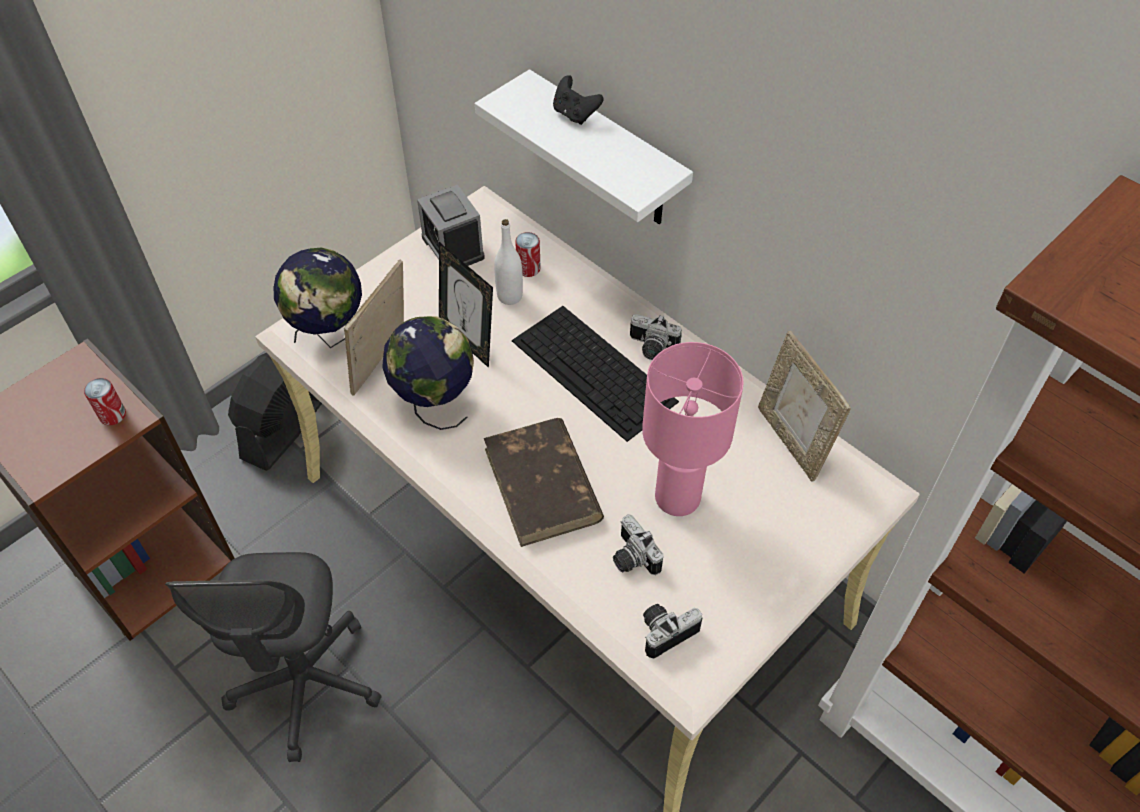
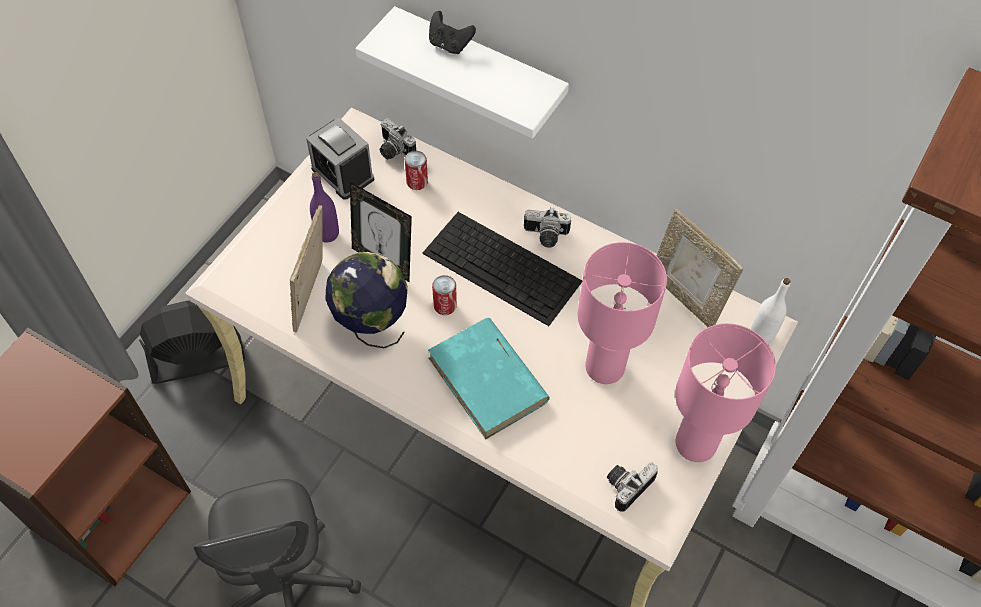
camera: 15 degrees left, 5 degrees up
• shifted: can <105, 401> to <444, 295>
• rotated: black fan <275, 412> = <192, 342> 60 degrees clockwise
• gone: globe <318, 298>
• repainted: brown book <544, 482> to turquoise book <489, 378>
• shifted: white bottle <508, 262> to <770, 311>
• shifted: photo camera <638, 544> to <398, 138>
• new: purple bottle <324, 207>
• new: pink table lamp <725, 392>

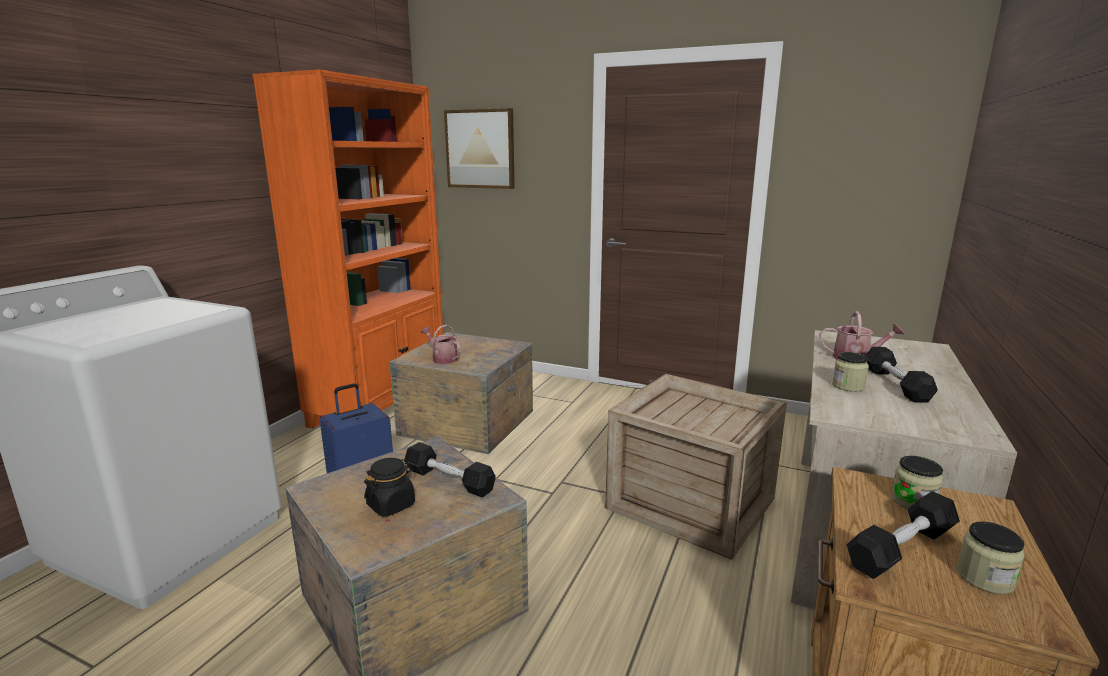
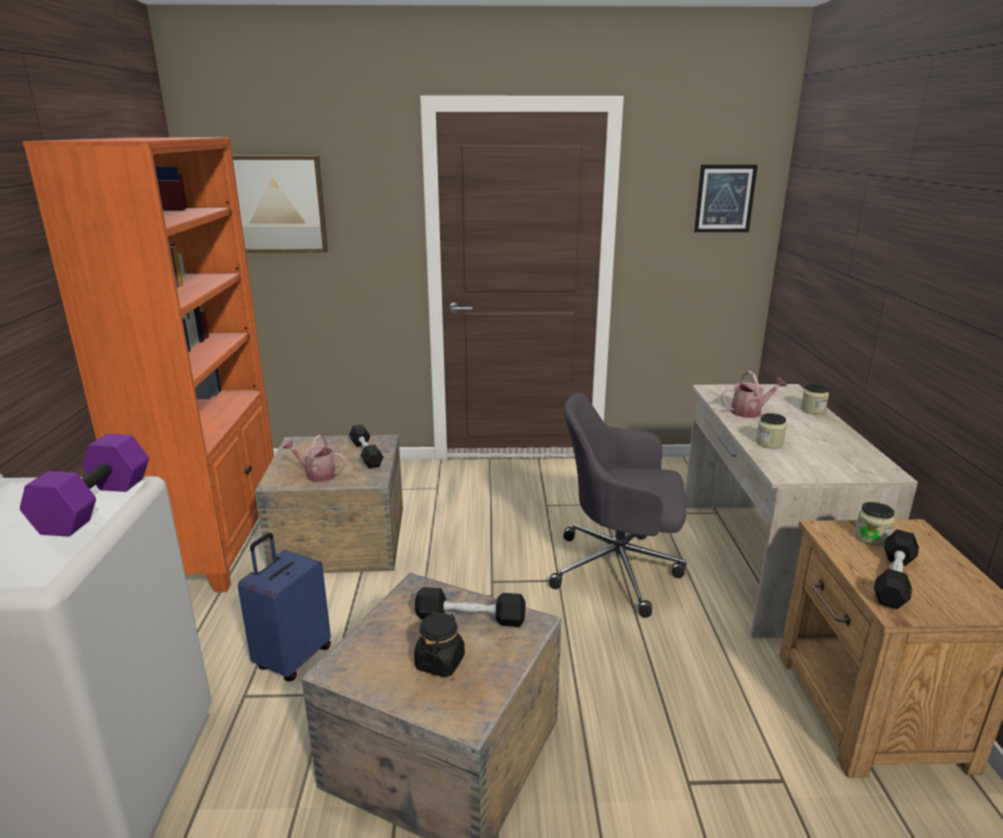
camera: 25 degrees left, 5 degrees up
• swapped: crate <696, 467> to grey office chair <618, 505>
• shifted: black dumbbell <902, 375> to <366, 447>
• shifted: jar <991, 558> to <815, 398>
• new: purple dumbbell <84, 485>
• new: picture <726, 198>

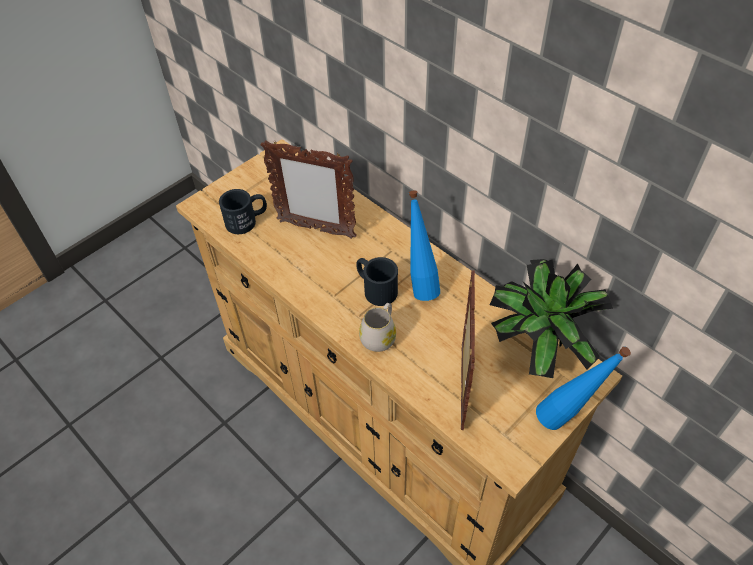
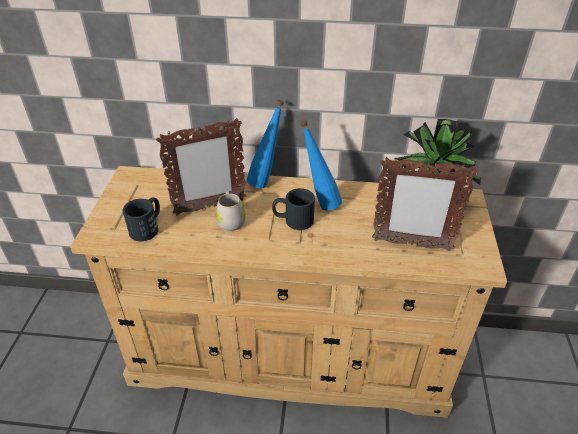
camera: 40 degrees left, 10 degrees down
• shifted: white mug <377, 327> to <230, 211>
• rotated: picture frame <468, 350> = <425, 204> 135 degrees clockwise
• shifted: blue bottle <583, 388> to <265, 144>

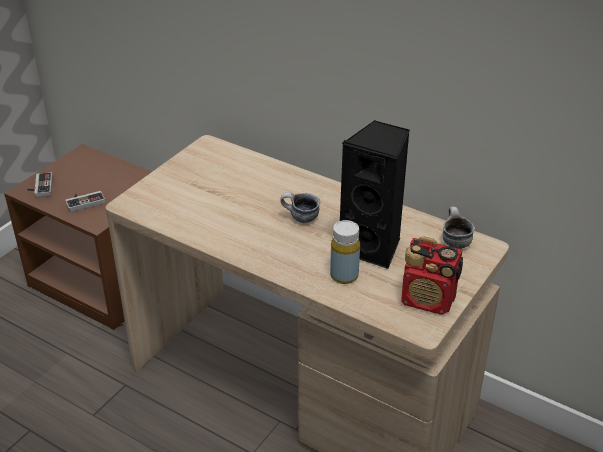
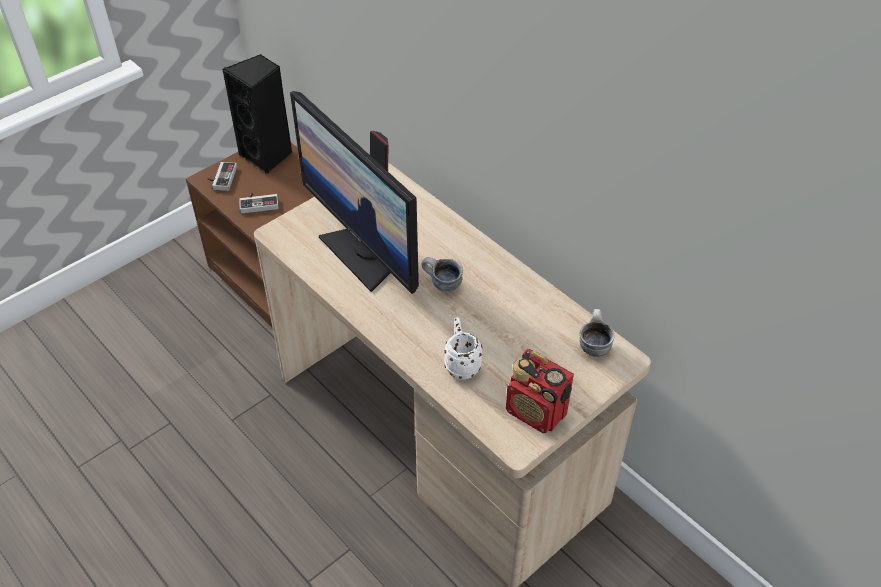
camera: 15 degrees right, 10 degrees up
• swapped: yellow bottle <345, 252> to white mug <463, 348>
• shifted: black speaker <374, 195> to <257, 114>
• new: monitor <354, 192>

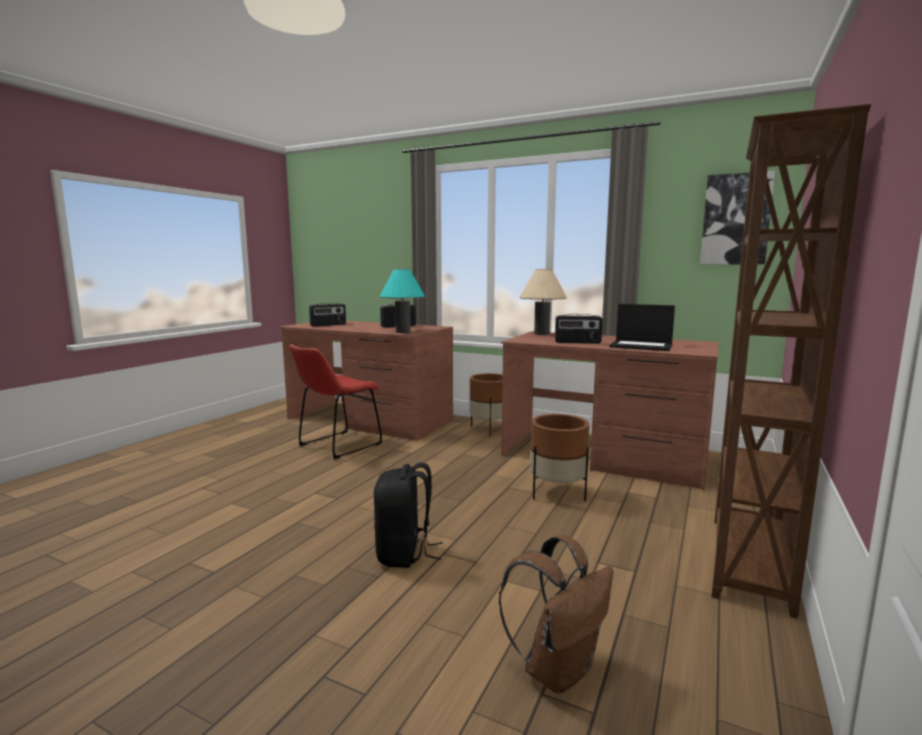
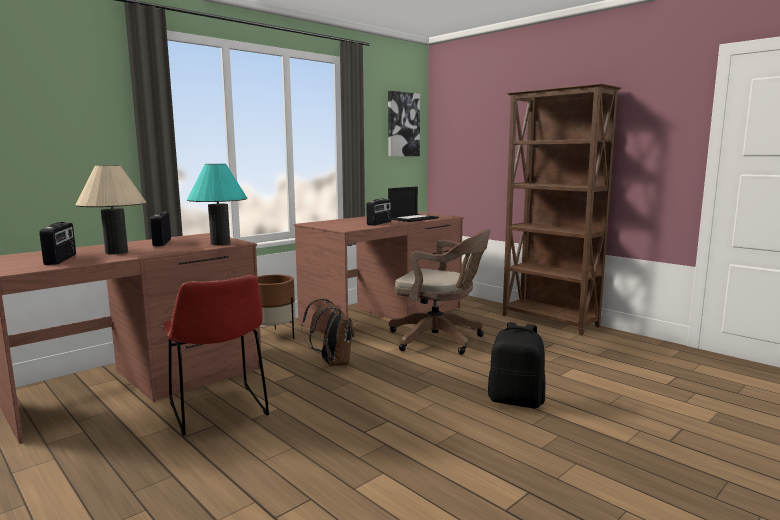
camera: 70 degrees left, 0 degrees up
• shifted: brown backpack <556, 614> to <328, 332>
• shifted: beige table lamp <543, 302> to <110, 209>
• swapped: brown planter <559, 457> to brown office chair <440, 292>

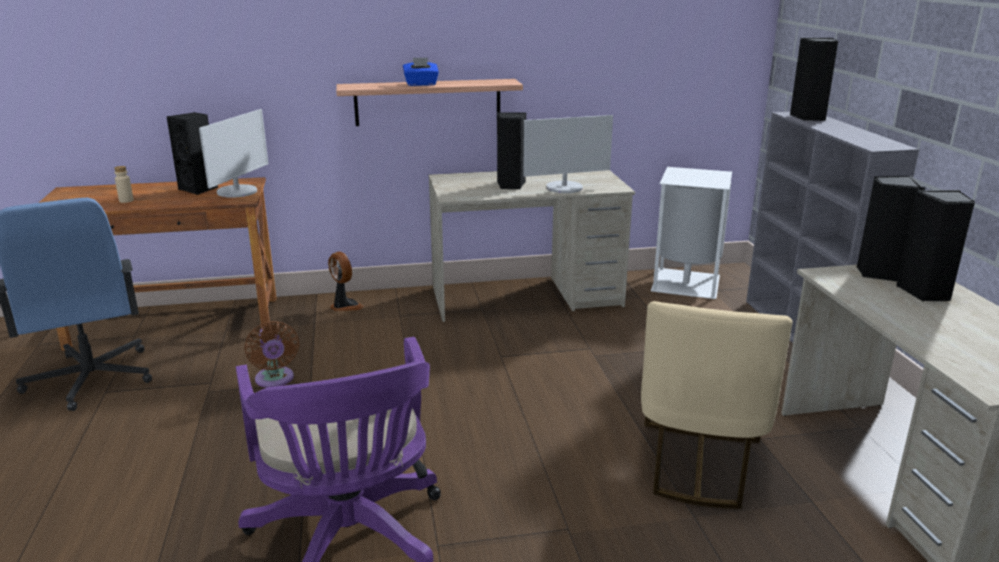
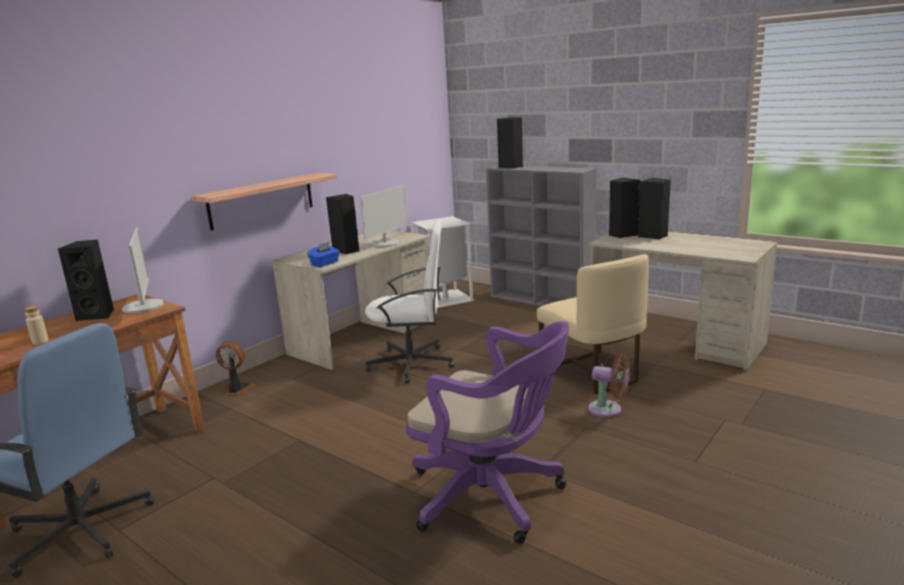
camera: 40 degrees left, 5 degrees down
• shifted: brown fan <271, 354> to <609, 386>
• shifted: blue tissue box <420, 71> to <323, 254>
• new: white office chair <410, 301>

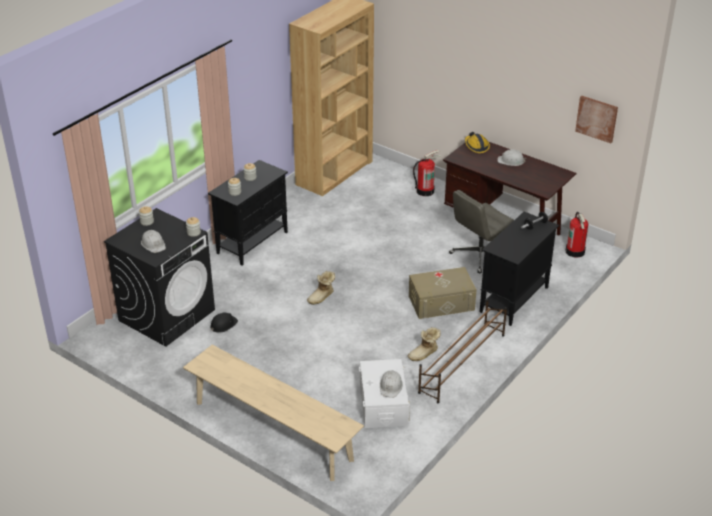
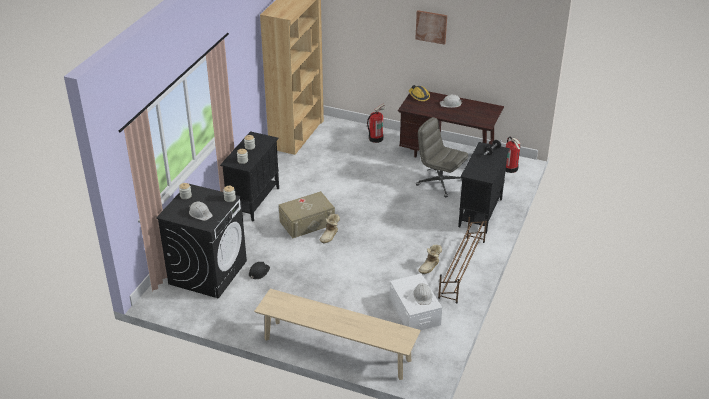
camera: 15 degrees left, 0 degrees up
• shifted: beige storage box <443, 293> to <307, 214>
• rotated: grey office chair <481, 232> = <442, 157> 90 degrees clockwise
• shifted: picture <596, 119> to <431, 27>

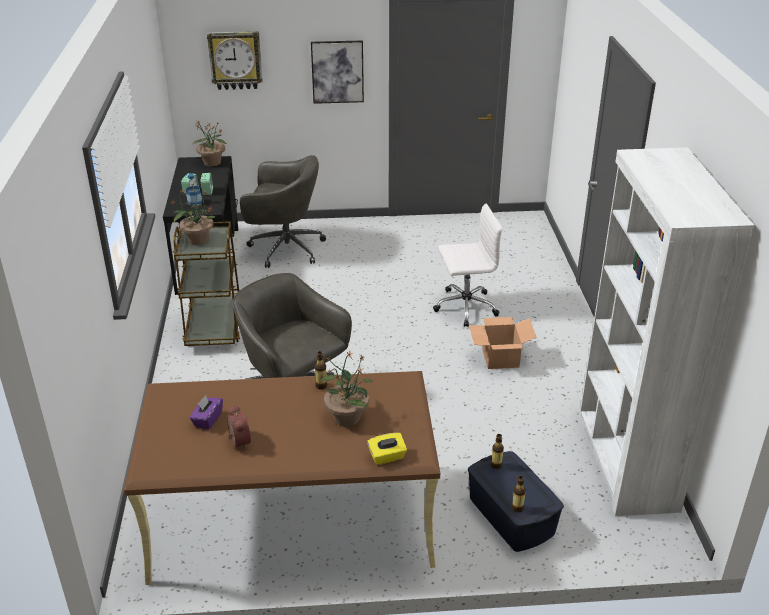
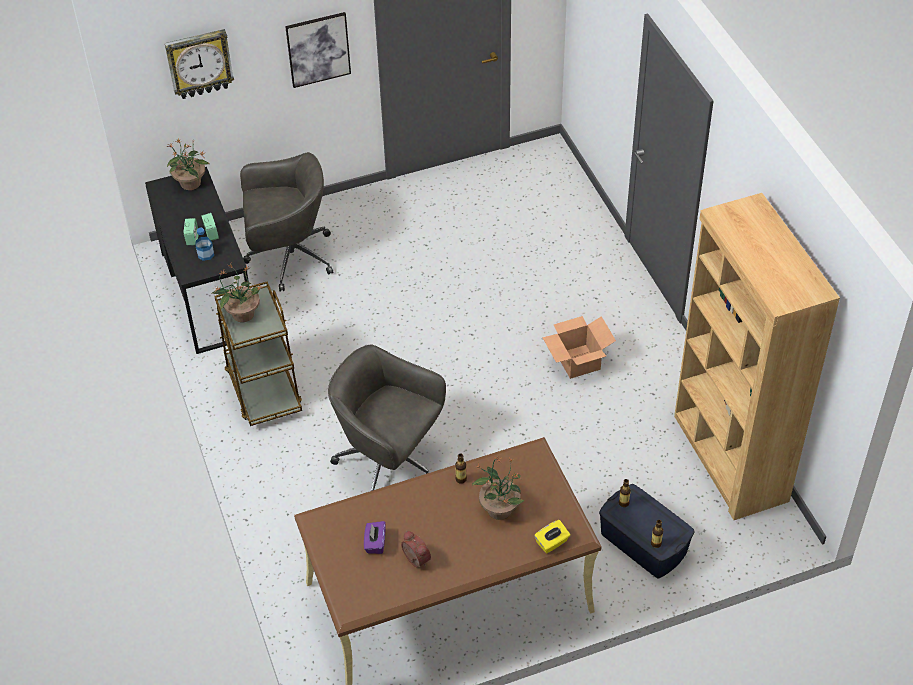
camera: 15 degrees left, 15 degrees up
• gone: white office chair <468, 265>
• repainted: white bookcase <667, 331> to brown bookcase <757, 356>

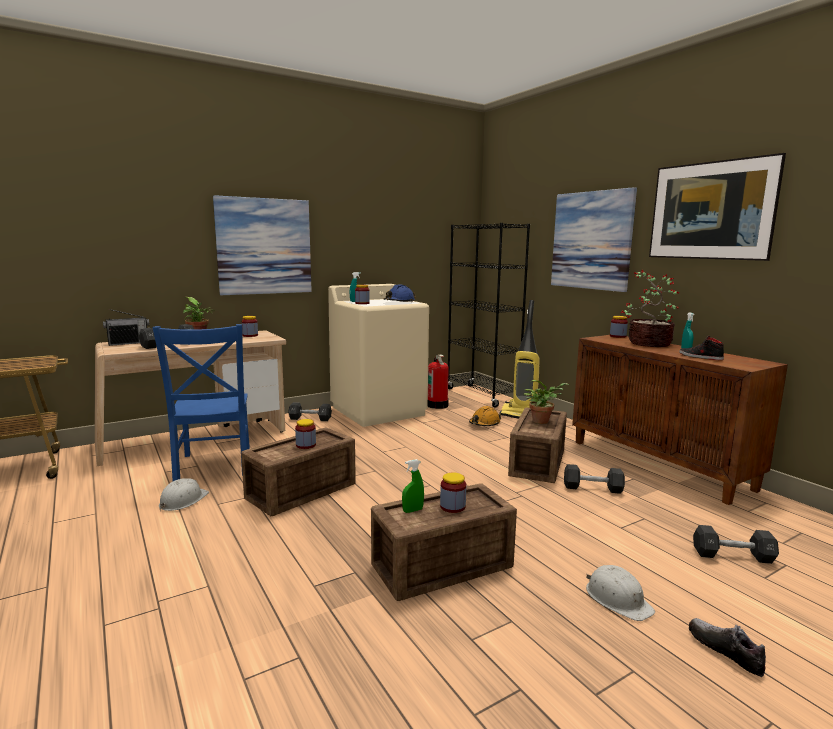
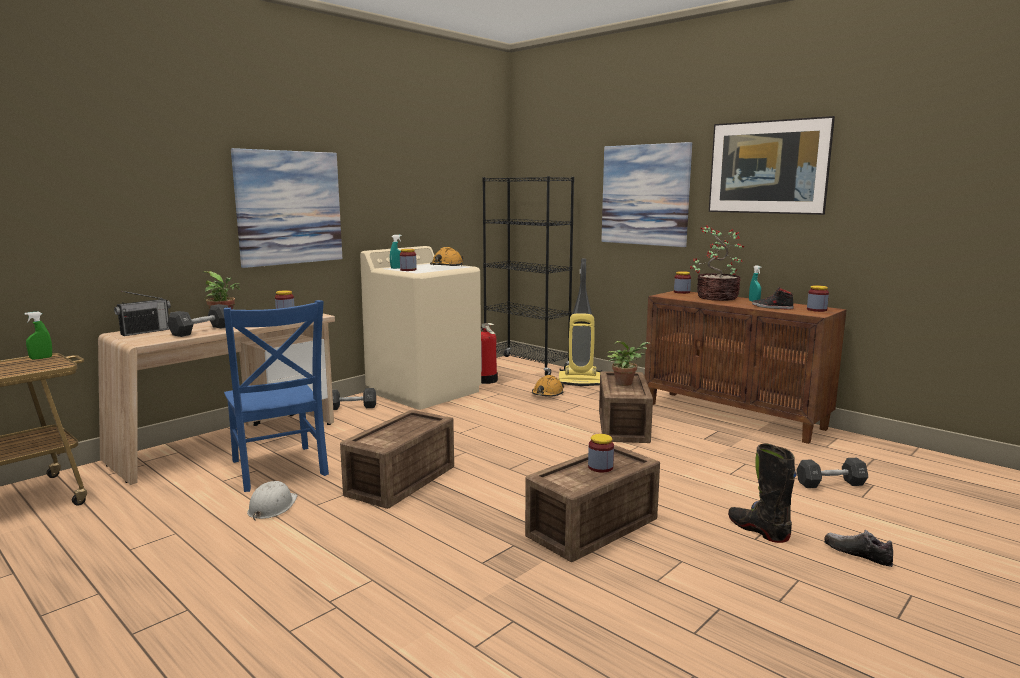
camera: 15 degrees left, 0 degrees up
• shifted: jar <305, 434> to <818, 298>
• repainted: blue hard hat <400, 293> to orange hard hat <447, 256>
• shifted: green spray bottle <413, 486> to <38, 336>
• gone: black dumbbell <594, 479>
• swapped: white hard hat <620, 593> to black boot <762, 493>

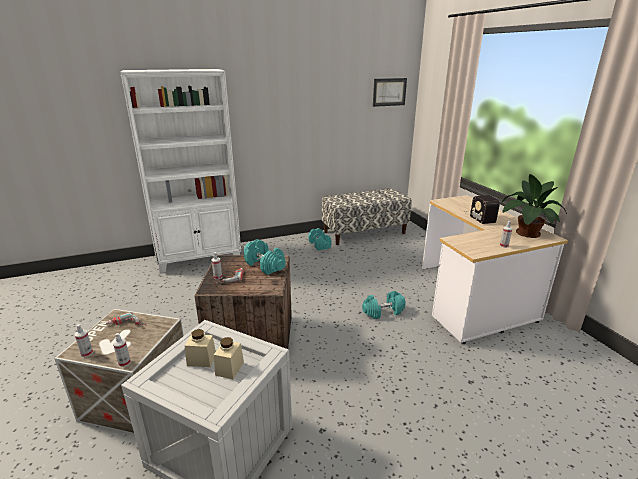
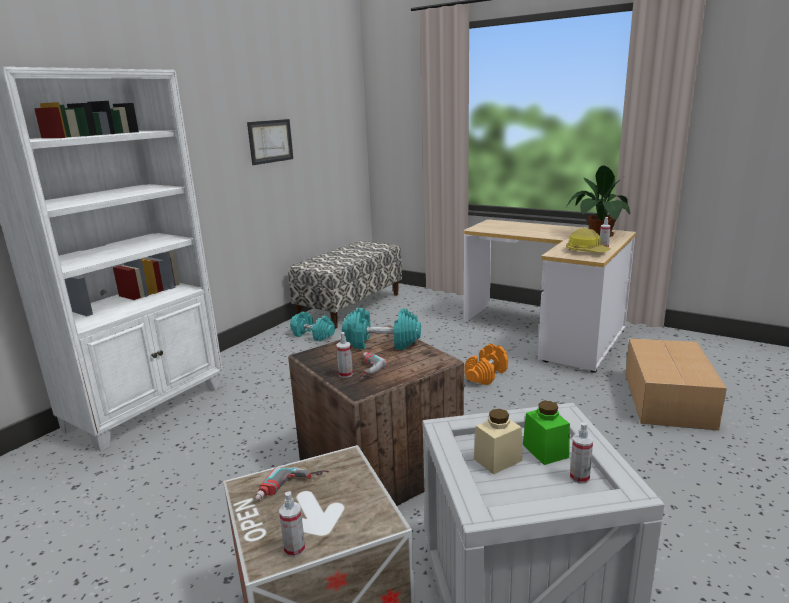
camera: 35 degrees left, 5 degrees down
• shifted: spray bottle <122, 350> to <581, 453>
• repainted: beige jar <229, 358> to green jar <546, 433>
• repainted: turquoise dumbbell <384, 305> to orange dumbbell <486, 364>
• shifted: picture <390, 92> to <270, 142>
• gone: radio <482, 209>
• new: hard hat <588, 240>
• new: cardboard box <676, 384>

